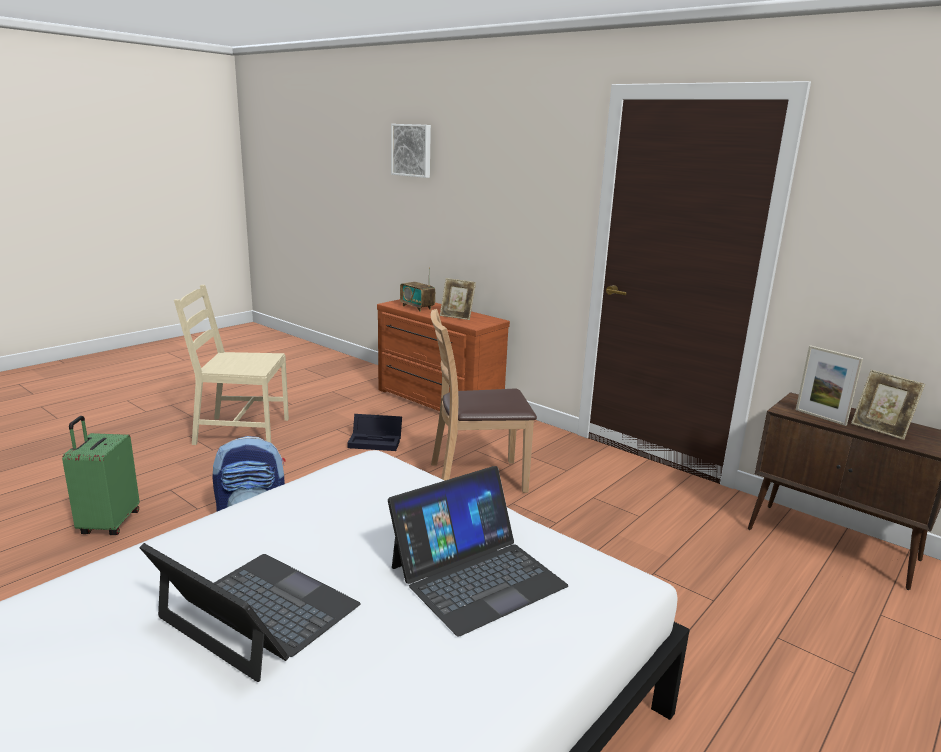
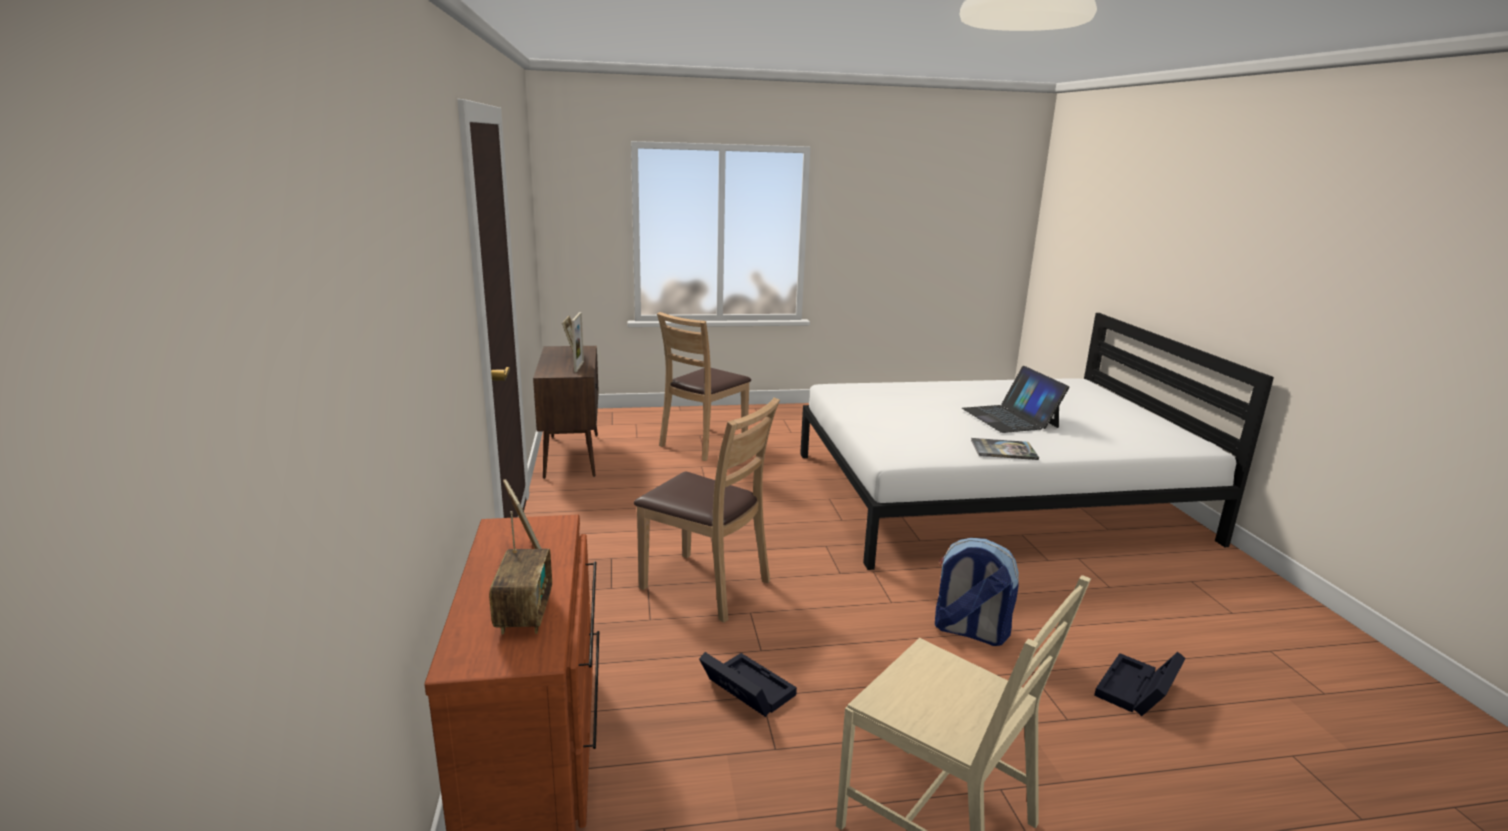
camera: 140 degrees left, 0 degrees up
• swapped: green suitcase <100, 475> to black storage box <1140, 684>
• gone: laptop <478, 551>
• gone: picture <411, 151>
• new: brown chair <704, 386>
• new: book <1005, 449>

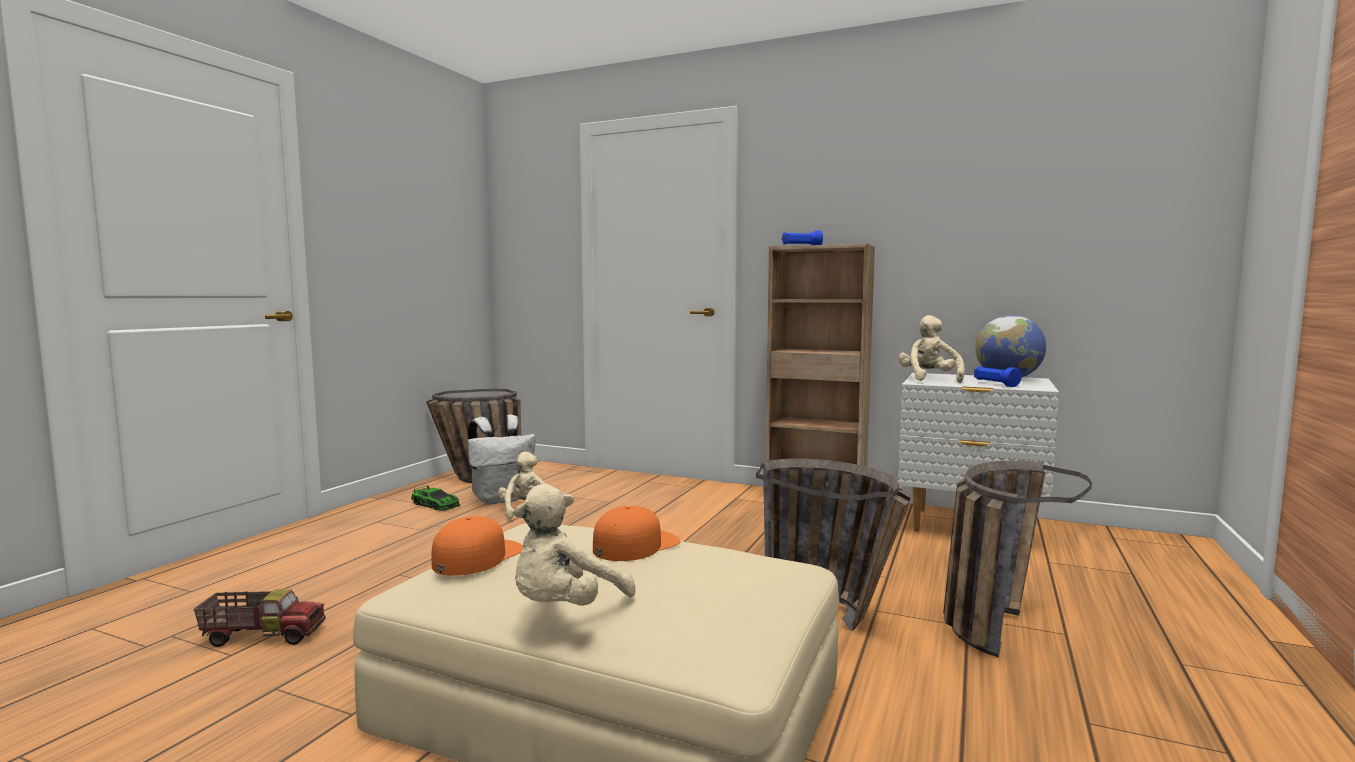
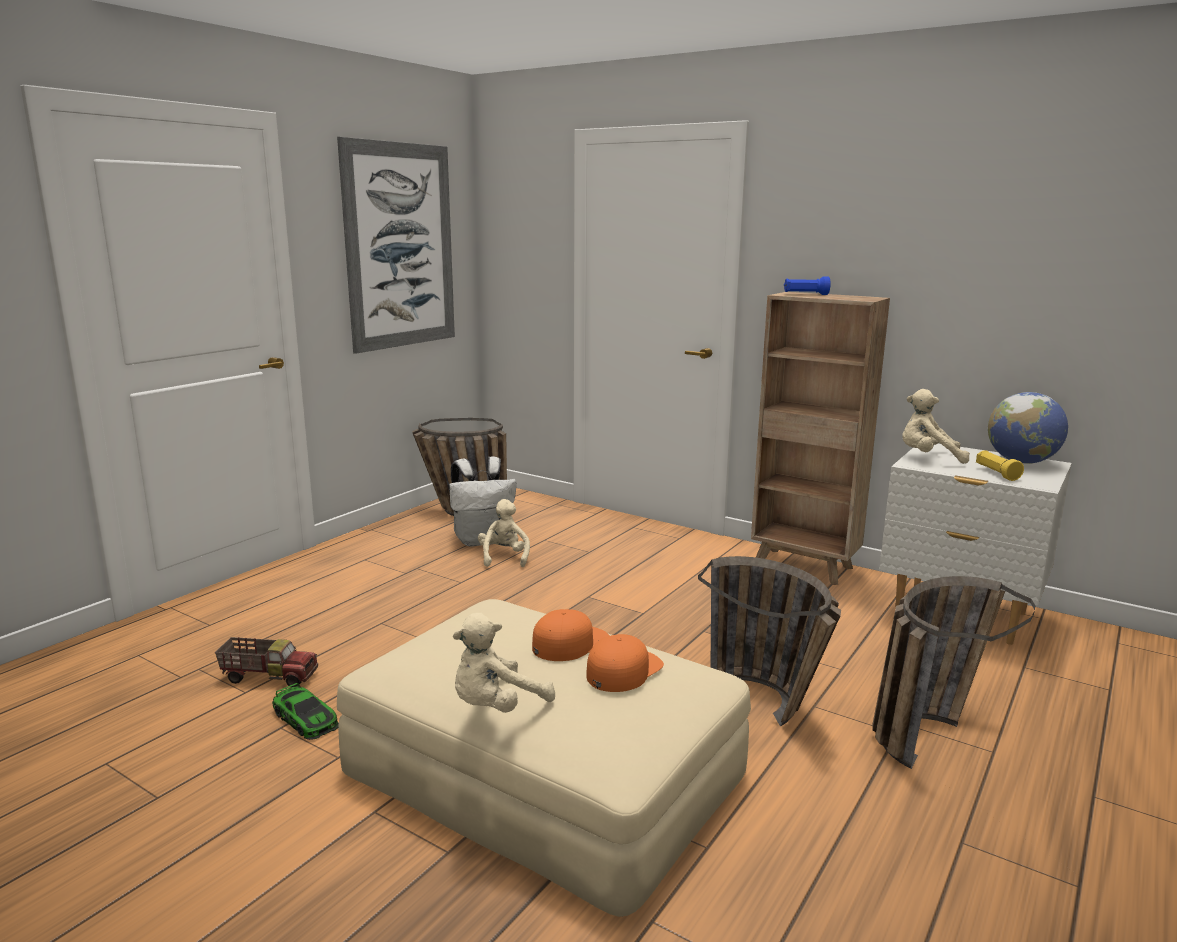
camera: 10 degrees right, 10 degrees up
• shifted: toy car <435, 498> to <305, 711>
• shifted: orange cap <477, 546> to <625, 663>
• rotated: beige plush toy <931, 349> = <936, 426> 90 degrees counterclockwise
• repainted: blue flashlight <998, 376> to yellow flashlight <1000, 465>
• new: picture <396, 245>

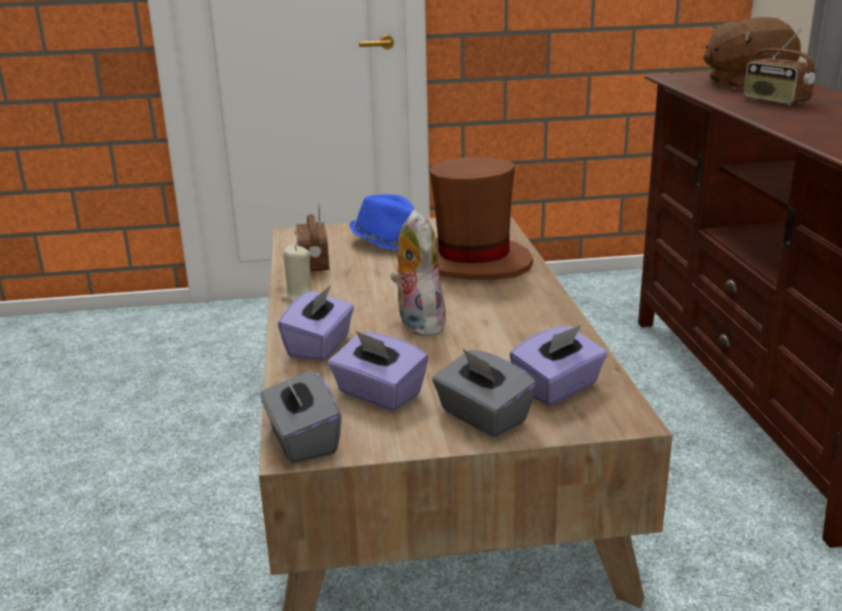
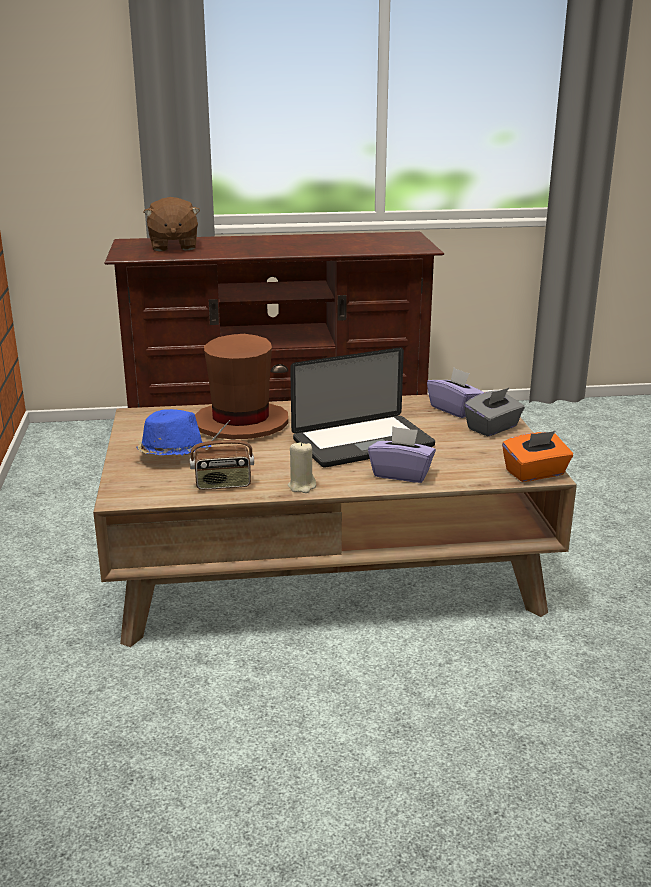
camera: 90 degrees left, 0 degrees up
• repainted: grey tissue box <301, 416> to orange tissue box <537, 456>
• gone: purple tissue box <378, 371>
• swapped: plush toy <418, 273> to laptop <362, 407>
• gone: radio <780, 67>

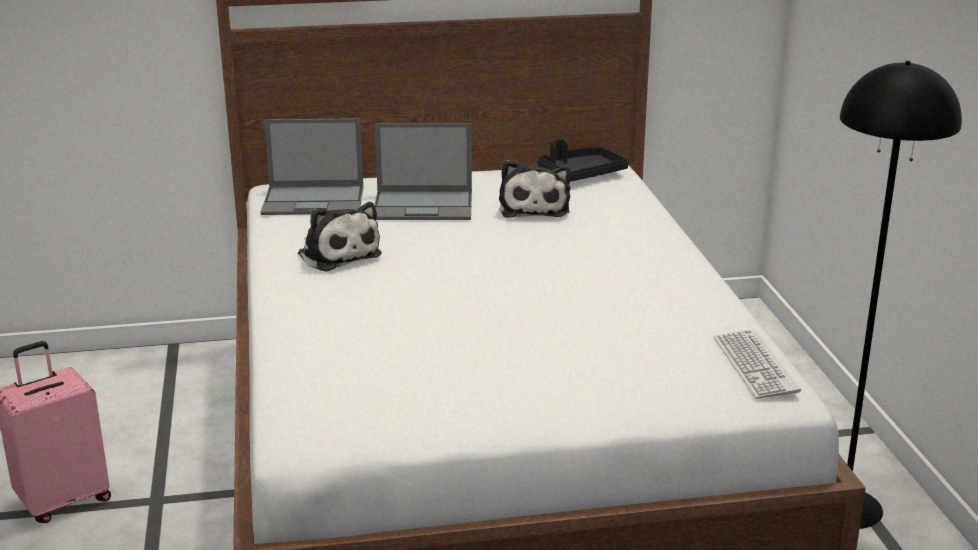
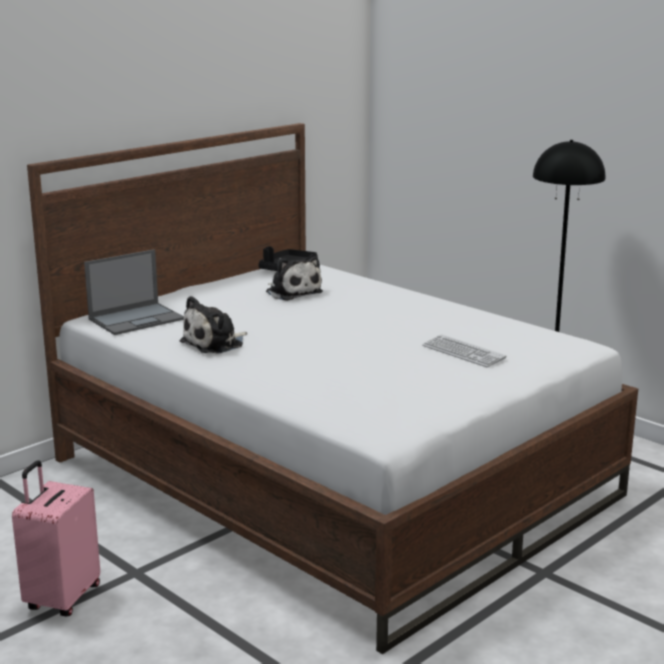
camera: 35 degrees left, 5 degrees down
• rotated: plush toy <340, 237> = <213, 325> 120 degrees clockwise
• gone: laptop <423, 171>
• shifted: keyboard <757, 364> to <464, 350>

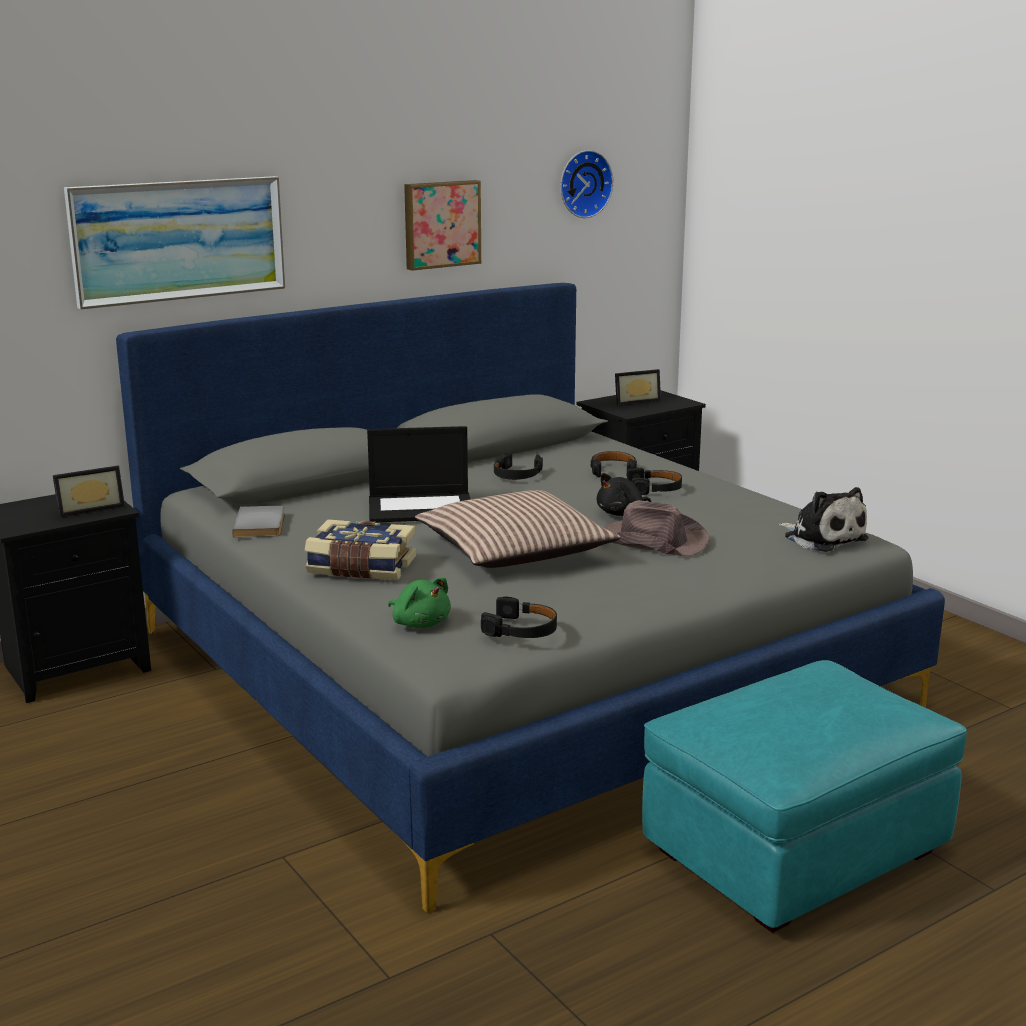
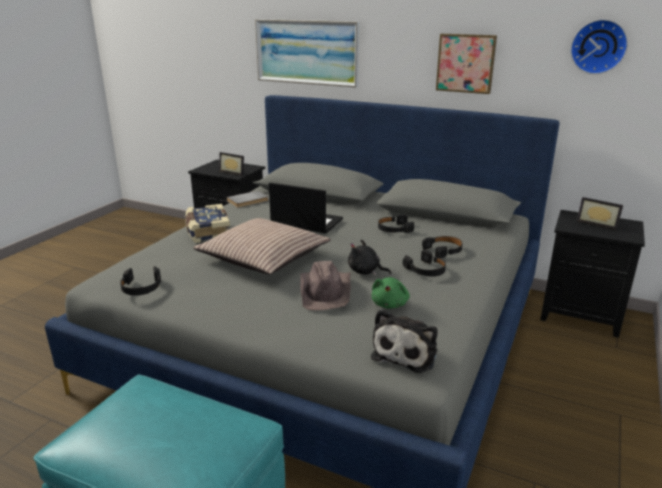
camera: 60 degrees right, 5 degrees up
• rotated: laptop <418, 474> = <306, 208> 150 degrees clockwise
• shifted: green plush toy <419, 602> to <391, 293>

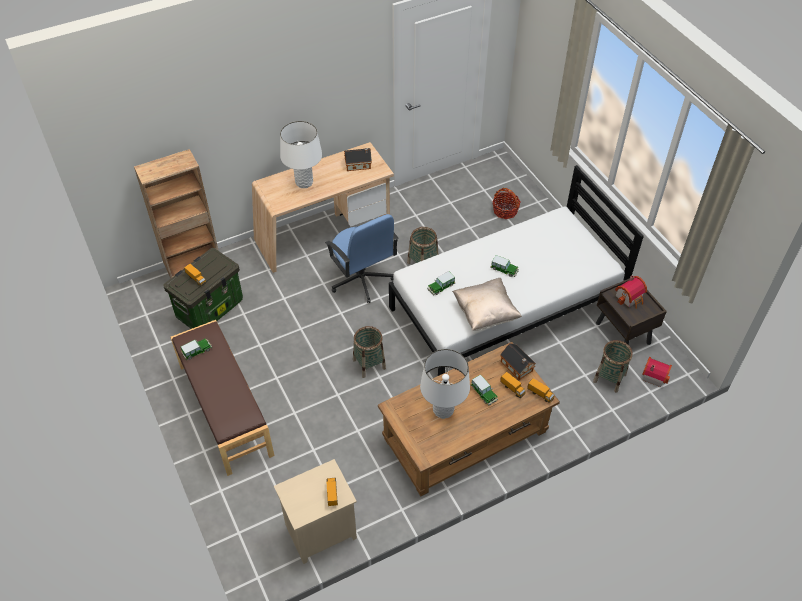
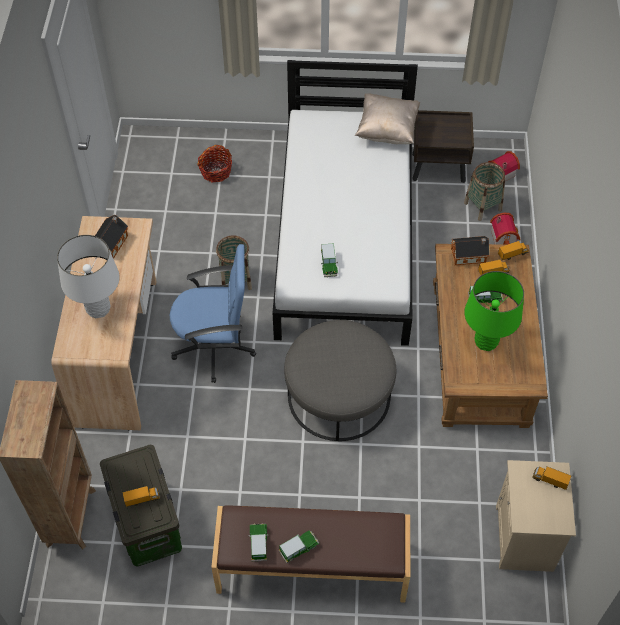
camera: 60 degrees left, 5 degrees up
• swapped: basket <369, 352> to grey ottoman <340, 380>
• repainted: white table lamp <445, 384> to green table lamp <494, 311>
• shifted: beige pillow <487, 304> to <387, 118>
• shifted: toy car <504, 266> to <299, 546>
• shifted: toy house <631, 292> to <505, 229>

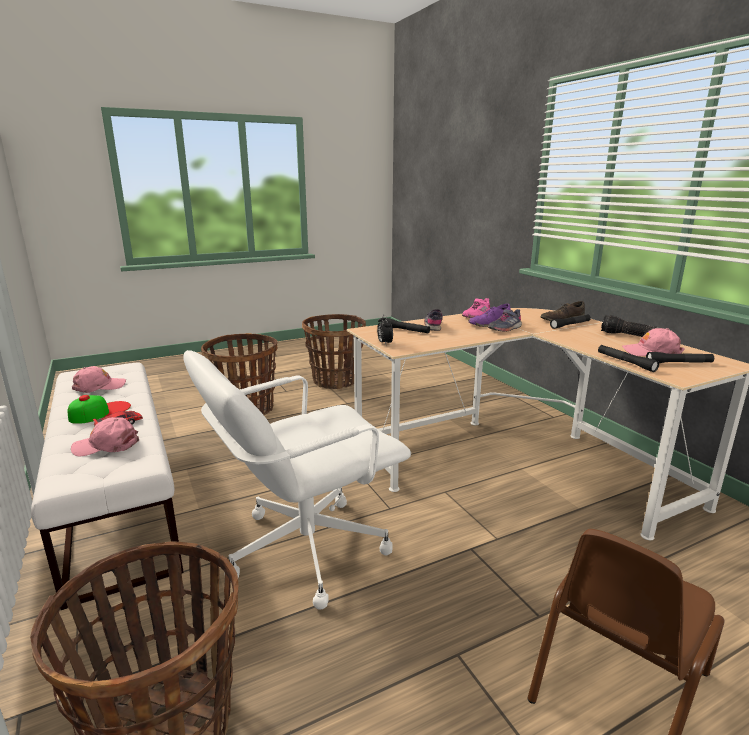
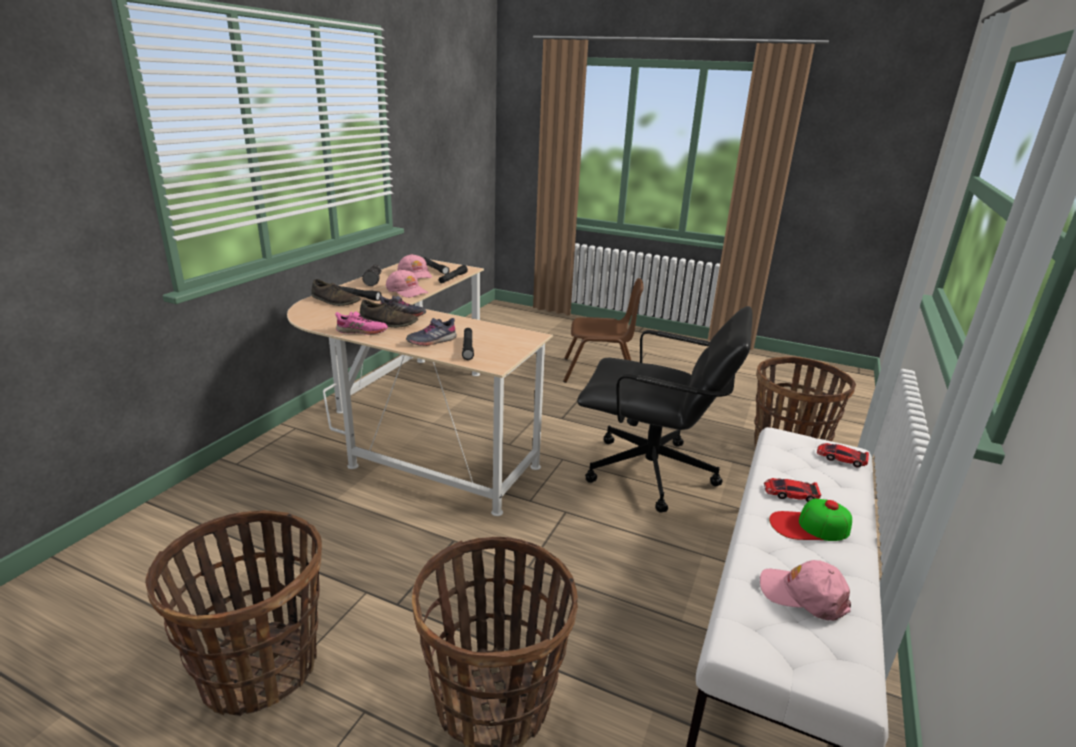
camera: 130 degrees left, 5 degrees up
• shifted: pink cap <105, 437> to <407, 283>
• repainted: white office chair <297, 480> to black office chair <665, 409>
• gone: alarm clock <385, 329>
• repainted: purple shoe <489, 315> to brown shoe <389, 314>
• new: toy car <843, 455>

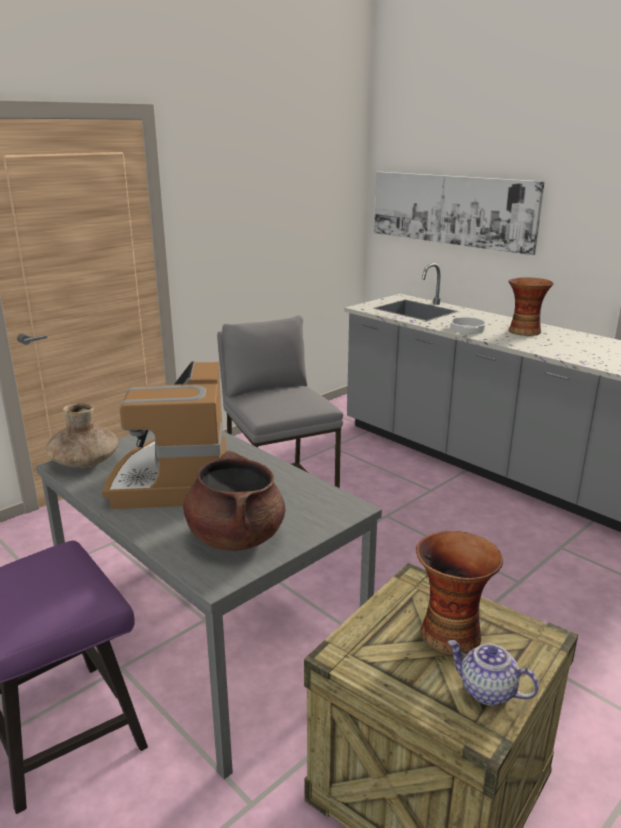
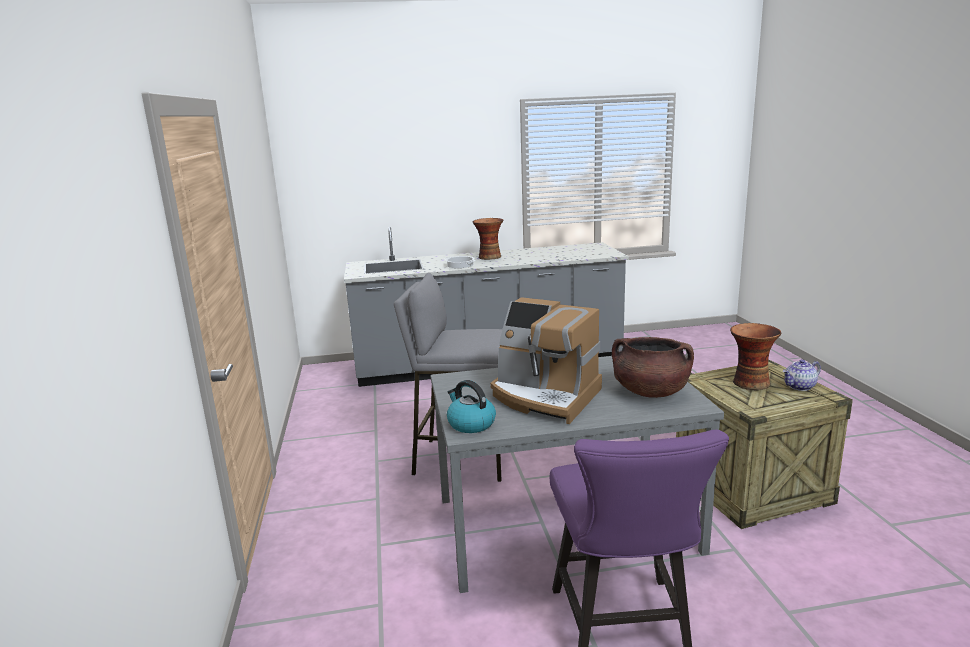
camera: 55 degrees left, 5 degrees down
• swapped: brown vase <82, 435> to kettle <471, 406>
• gone: picture <459, 213>

